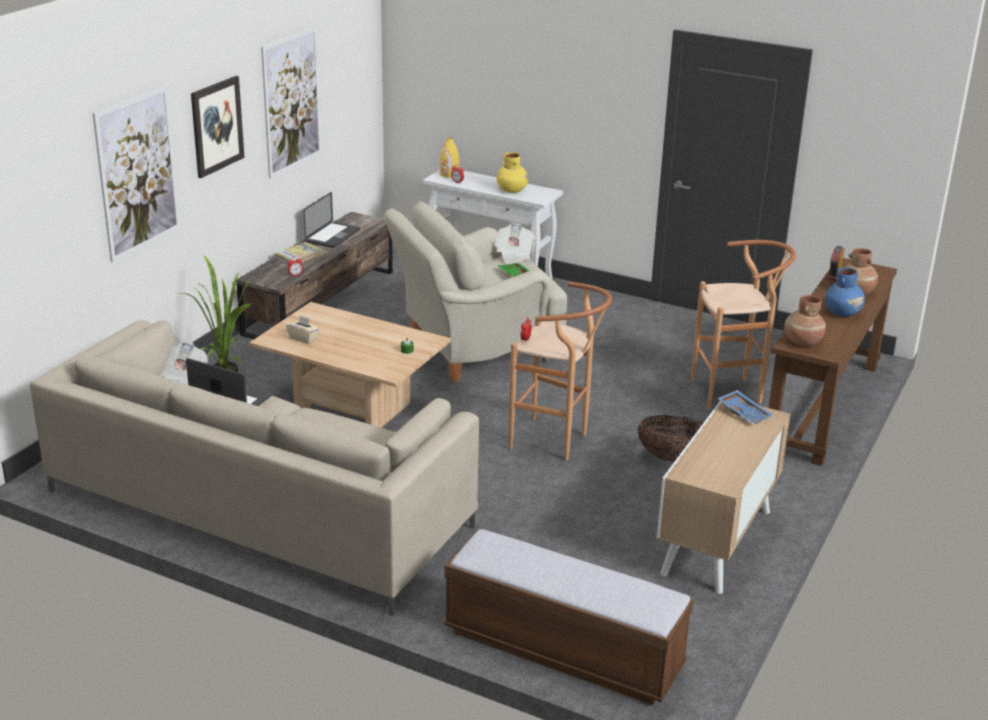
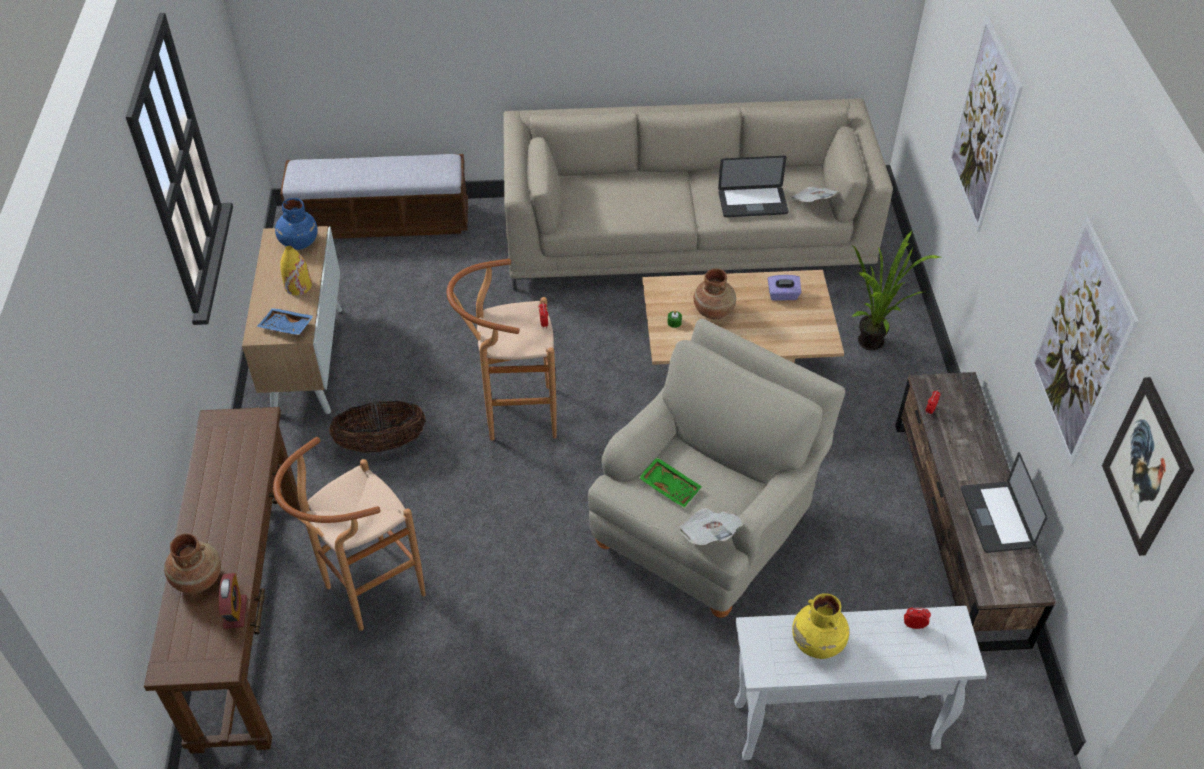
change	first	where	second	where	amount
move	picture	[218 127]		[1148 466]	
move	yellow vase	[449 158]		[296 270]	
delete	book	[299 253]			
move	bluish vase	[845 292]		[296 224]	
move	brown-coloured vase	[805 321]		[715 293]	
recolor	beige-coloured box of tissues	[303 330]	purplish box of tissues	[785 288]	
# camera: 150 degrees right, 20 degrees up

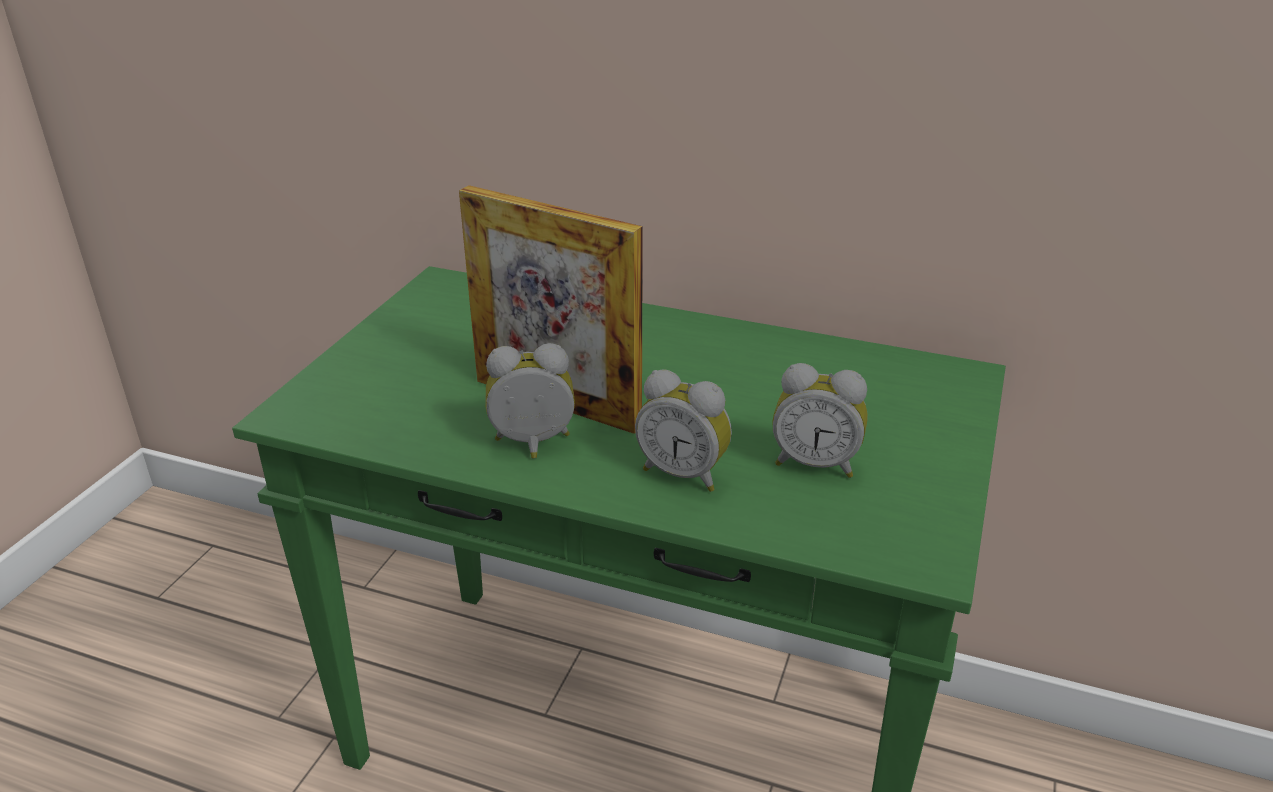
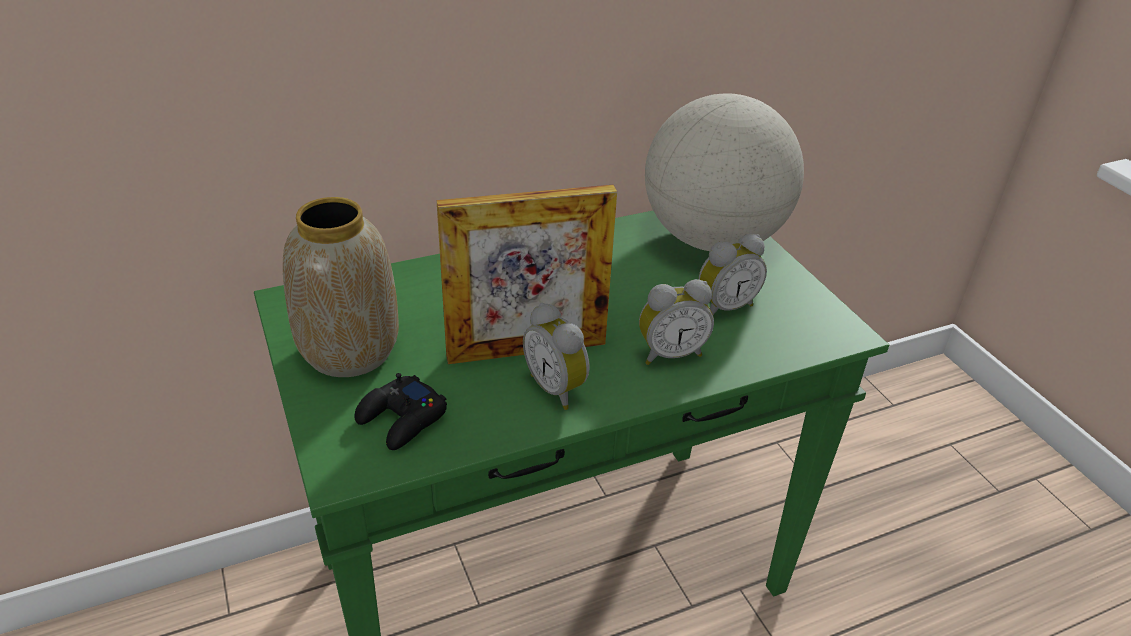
change	first	where	second	where	amount
rotate	table clock	[530 400]		[556 356]	75 degrees counterclockwise
insert			desk globe	[724 172]	
insert			vase	[341 287]	
insert			black-coloured game controller	[400 411]	
# camera: 45 degrees left, 5 degrees up

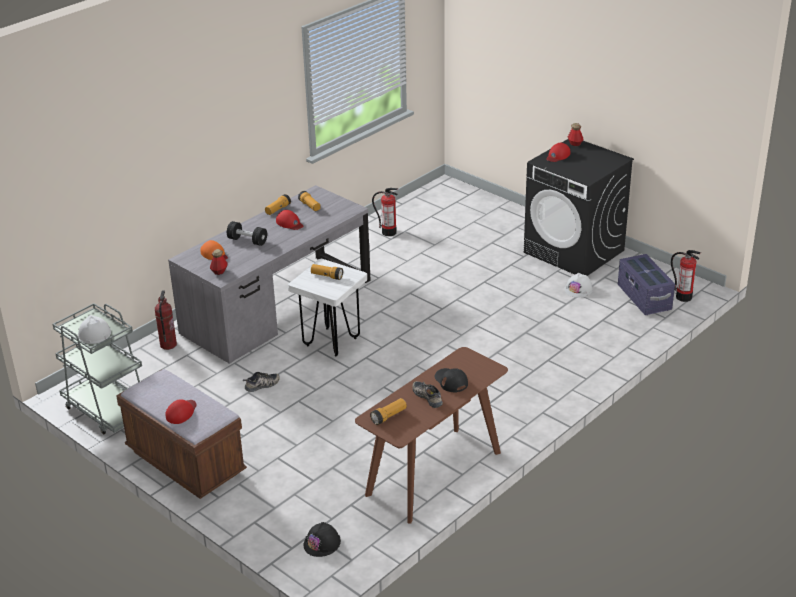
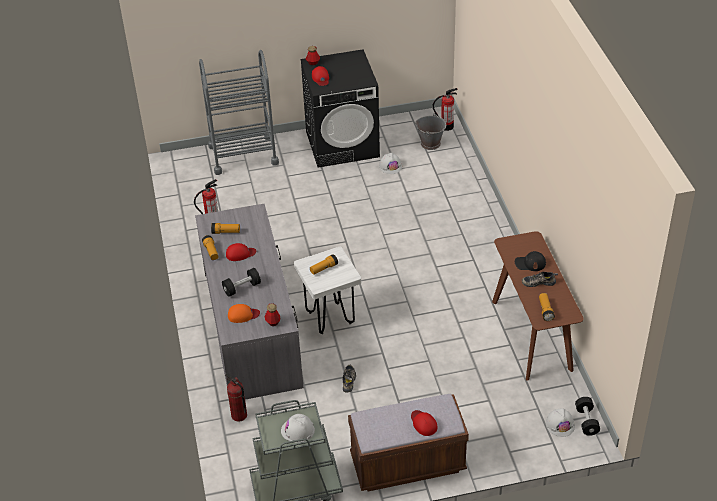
change	first	where	second	where	amount
replace	purplish storage container	[646 284]	gray bucket	[430 131]	
recolor	black-coloured safety helmet	[322 539]	whitish safety helmet	[560 422]	
insert			gray trolley	[239 112]	
insert			black-coloured hand weight	[587 416]	
# camera: 55 degrees left, 10 degrees up

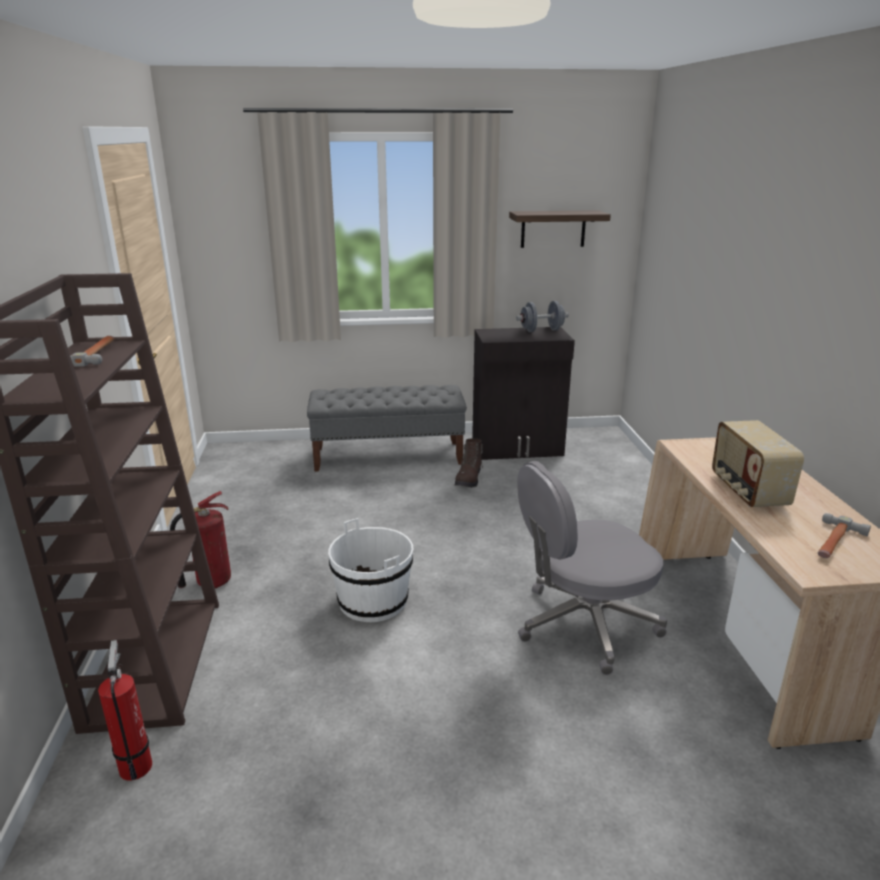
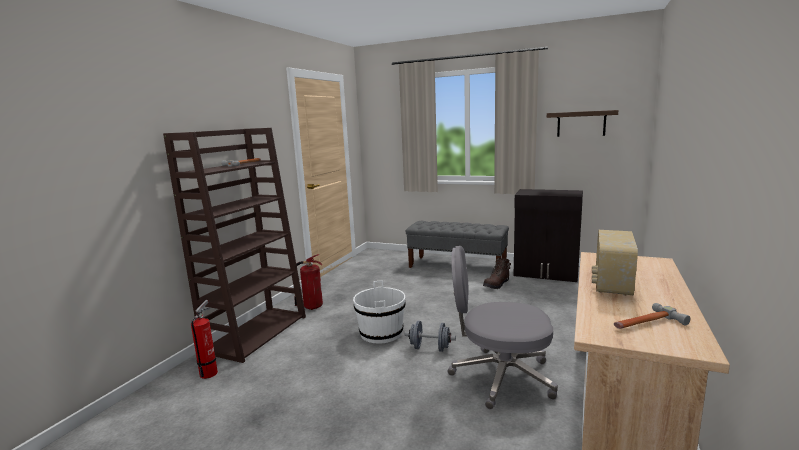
change	first	where	second	where	amount
move	gray hand weight	[542 316]		[430 336]	
# camera: 30 degrees right, 10 degrees down

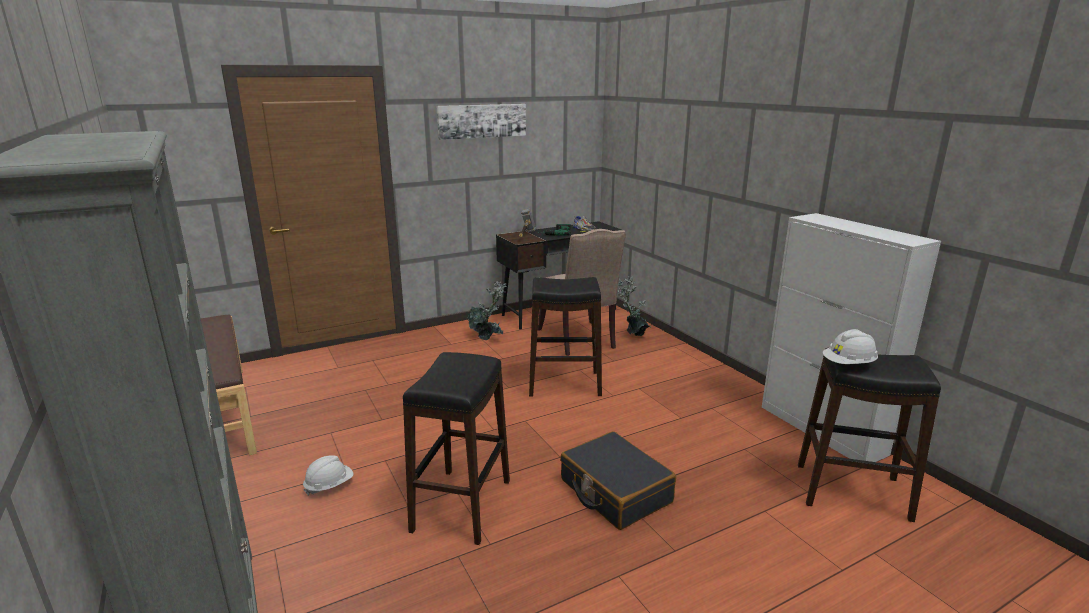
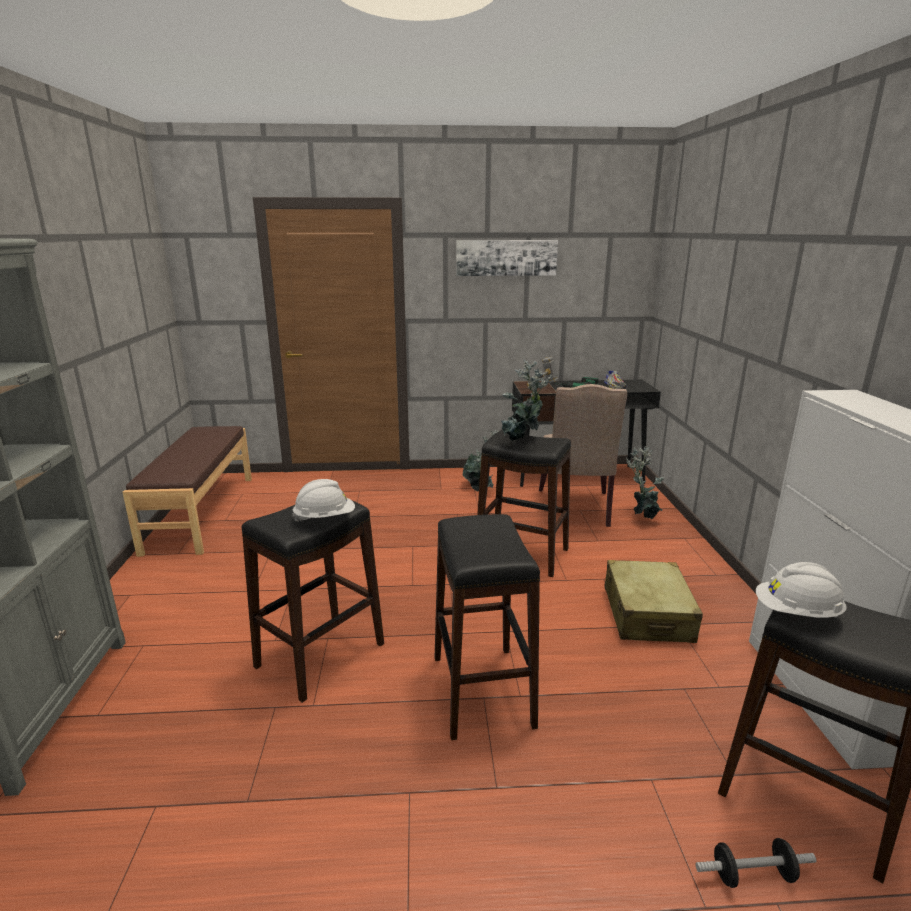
change	first	where	second	where	amount
replace	black-coloured suitcase	[618 480]	black-coloured stool	[487 627]	
move	whitish safety helmet	[328 475]		[324 500]	
insert			houseplant	[526 400]	
insert			beige-coloured suitcase	[653 601]	
insert			hand weight	[755 863]	
# camera: 25 degrees right, 0 degrees up

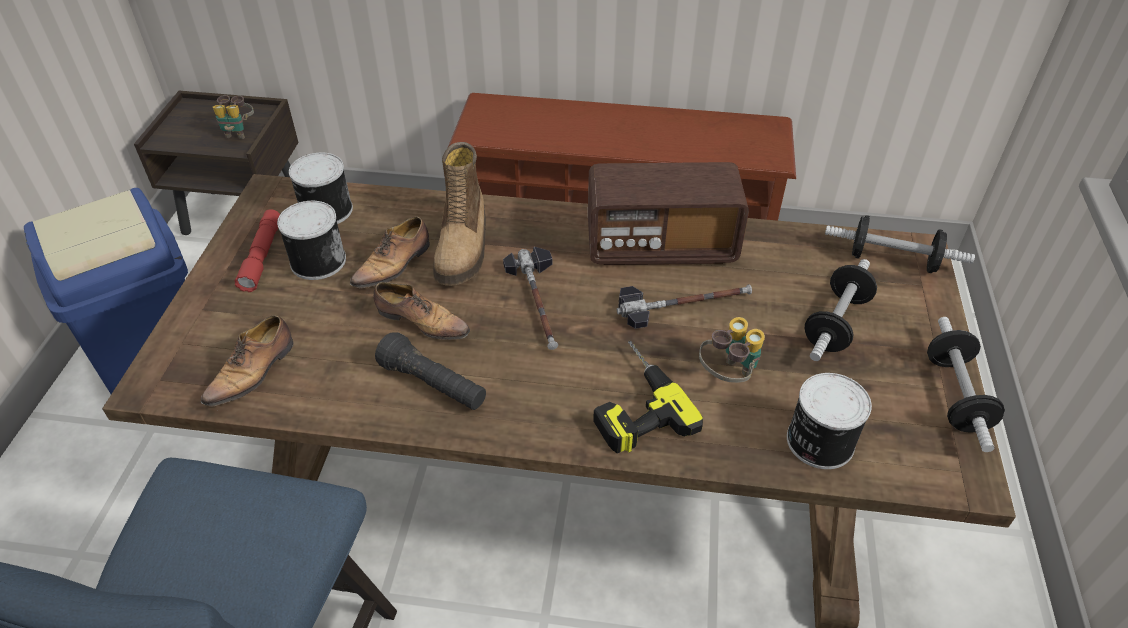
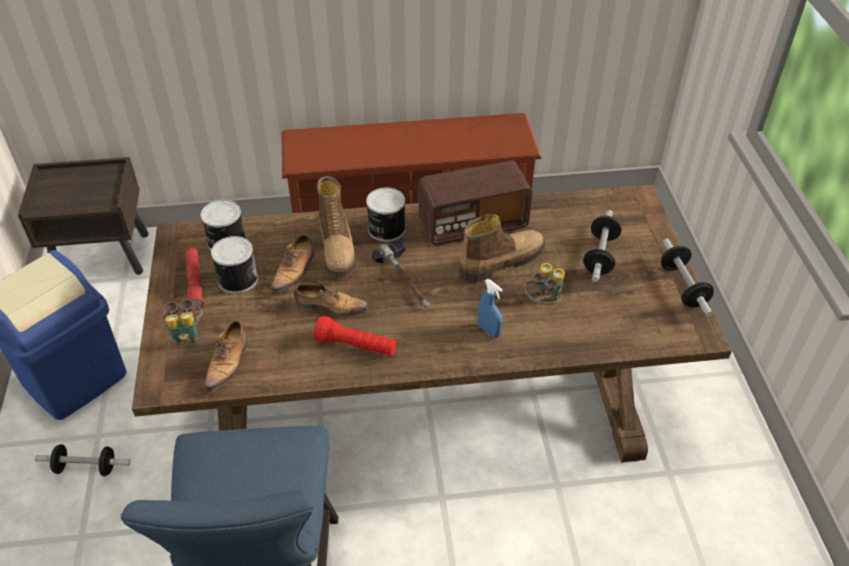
change	first	where	second	where	amount
move	binoculars	[233 117]		[182 322]	
move	hand weight	[900 244]		[82 460]	
replace	hammer	[684 306]	tall boot	[502 248]	
recolor	black-coloured flashlight	[430 371]	reddish flashlight	[355 336]	
replace	drill	[648 397]	bluish hand sprayer	[490 308]	
move	sealed can	[829 421]		[386 215]	
# camera: 15 degrees left, 0 degrees up

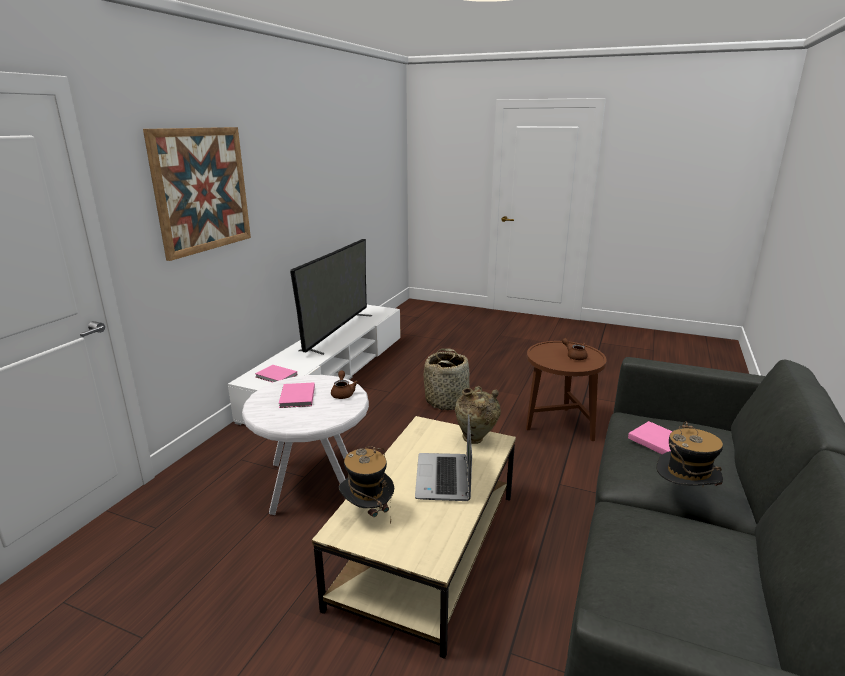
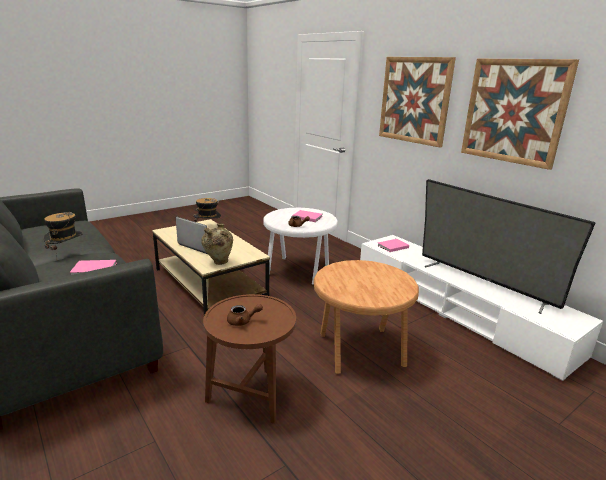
change	first	where	second	where	amount
replace	storage basket	[446 379]	brown-coloured end table	[366 317]	
insert			picture	[520 114]	
# camera: 120 degrees right, 0 degrees up

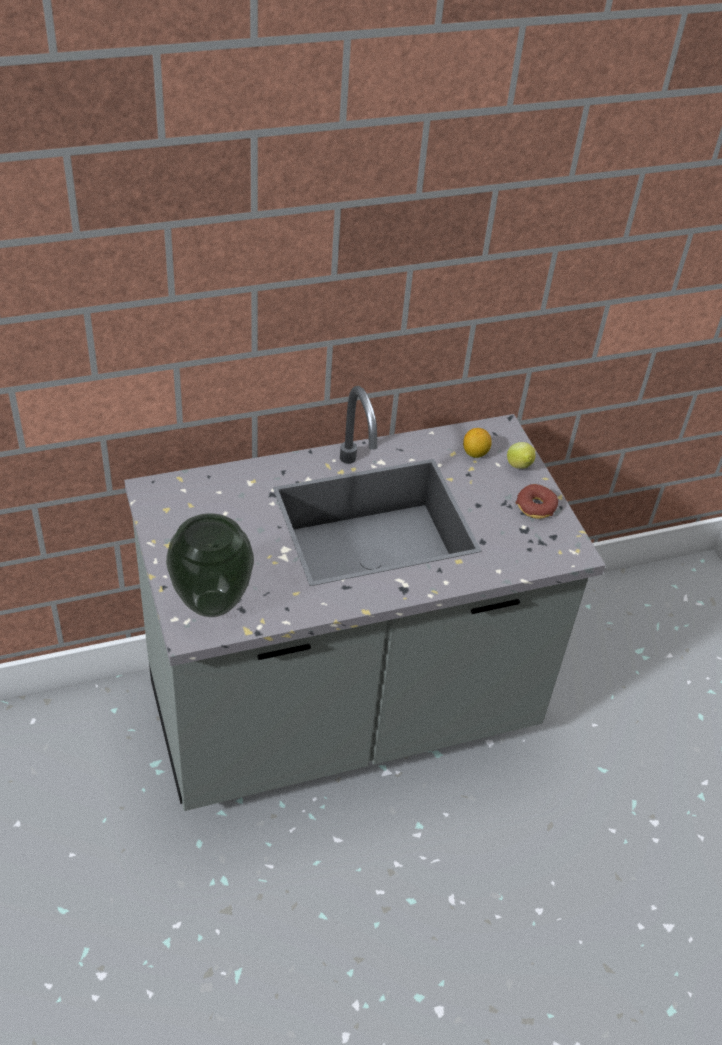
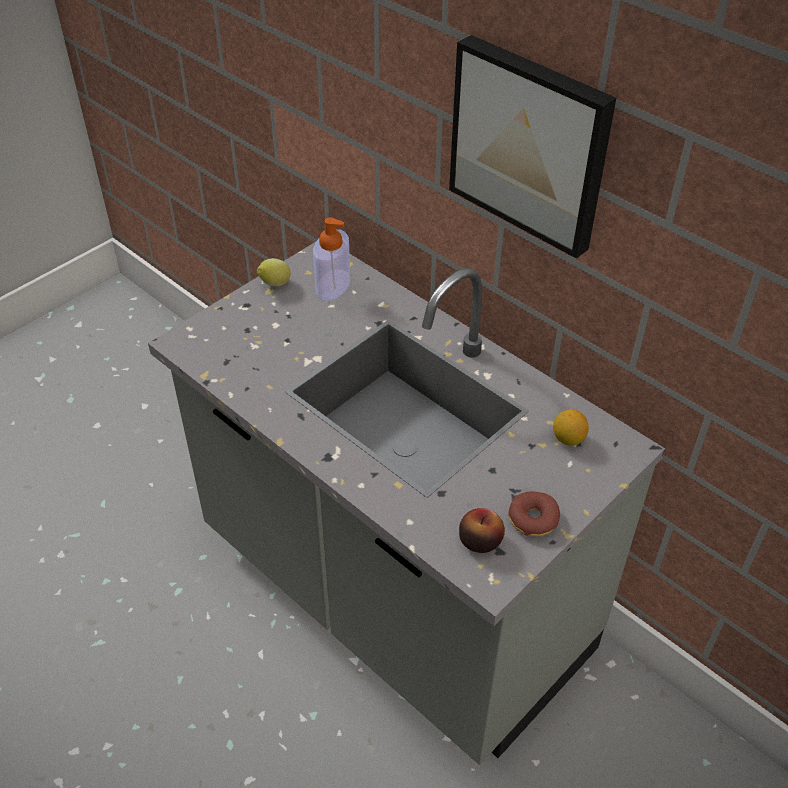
change	first	where	second	where	amount
move	lemon	[521 455]		[274 272]	
delete	vase	[210 565]			
insert			picture	[532 147]	
insert			soap dispenser	[331 258]	
insert			whole apple	[482 530]	
# camera: 65 degrees right, 0 degrees up

